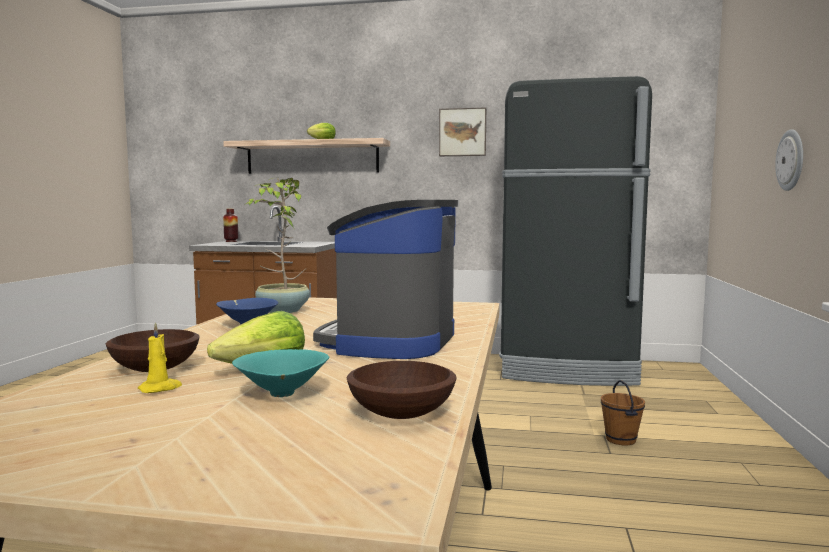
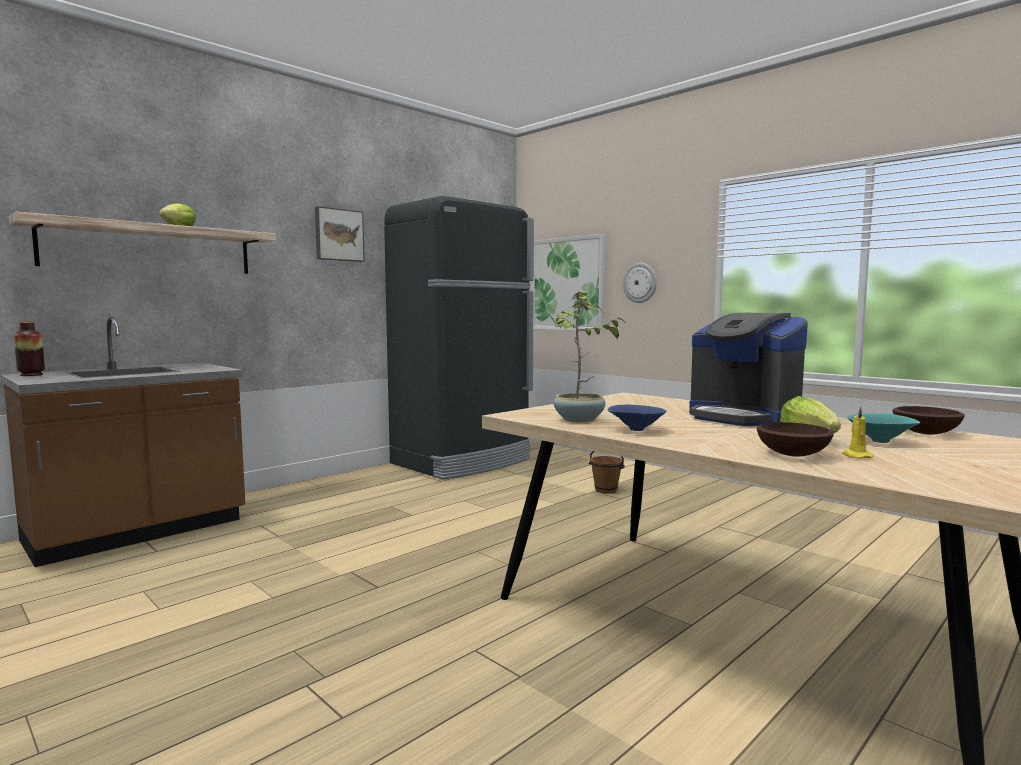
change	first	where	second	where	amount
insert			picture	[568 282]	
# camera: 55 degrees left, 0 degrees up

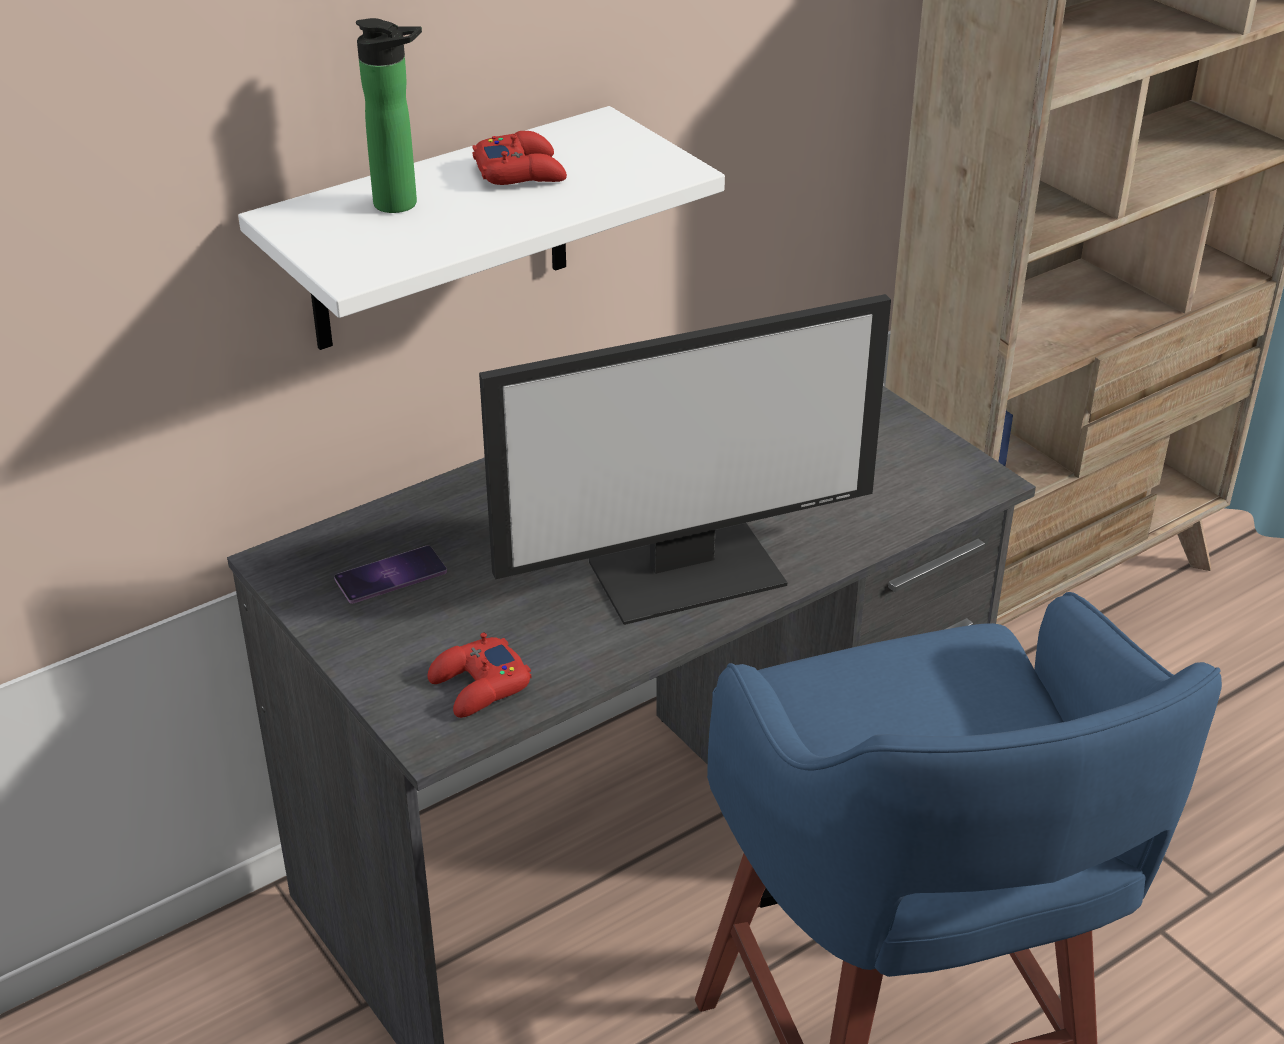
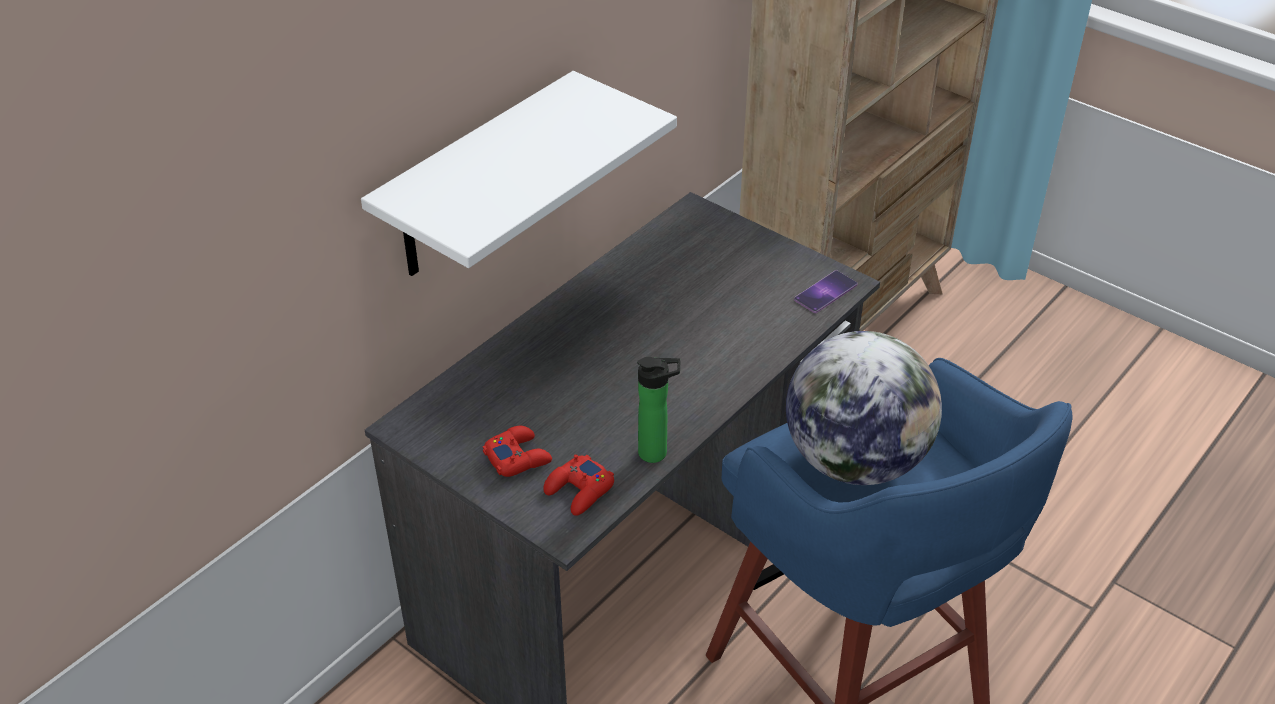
change	first	where	second	where	amount
move	drink bottle	[389 115]		[658 410]	
move	reddish game controller	[519 158]		[517 451]	
delete	computer display	[685 459]			
move	telephone	[390 574]		[825 292]	
insert			desk globe	[864 408]	
# camera: 15 degrees left, 5 degrees up

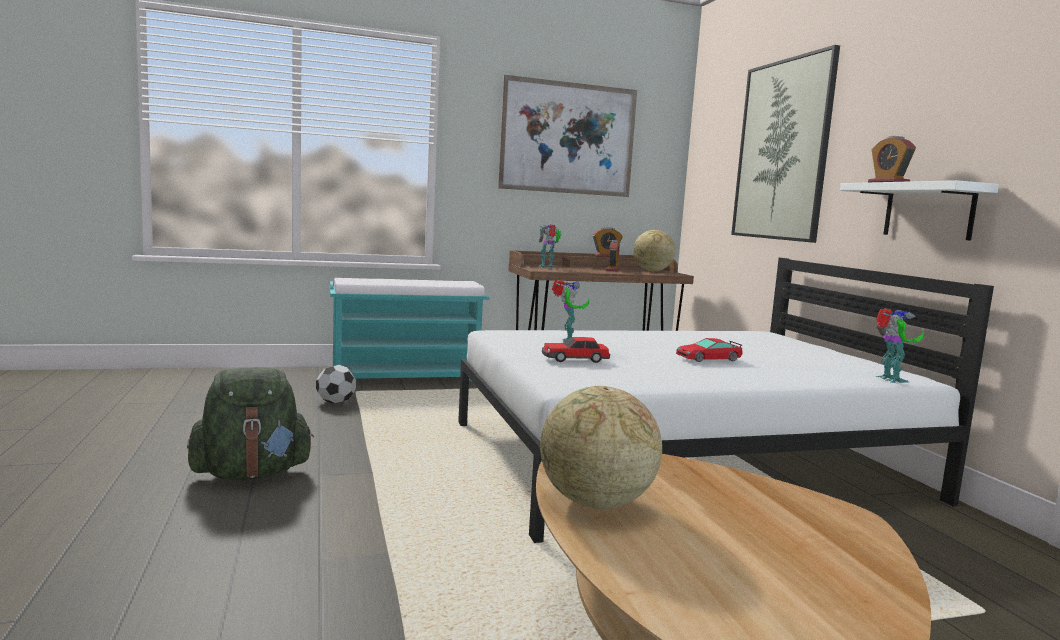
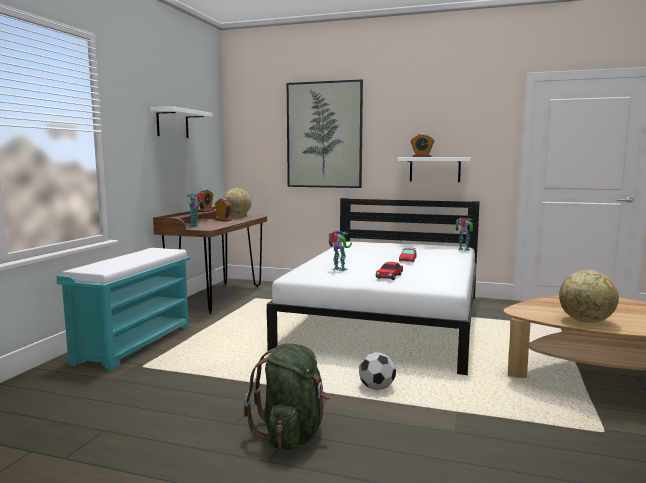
change	first	where	second	where	amount
replace	picture	[567 136]	whitish shelf	[181 122]	
move	football	[336 384]		[377 371]	
# camera: 55 degrees left, 0 degrees up

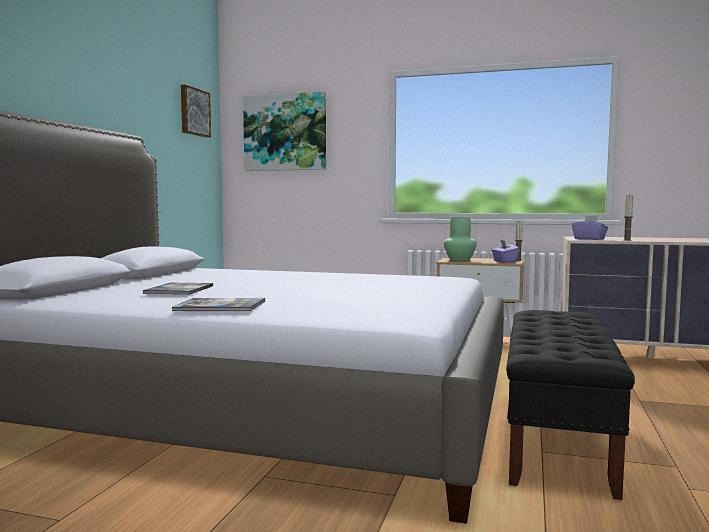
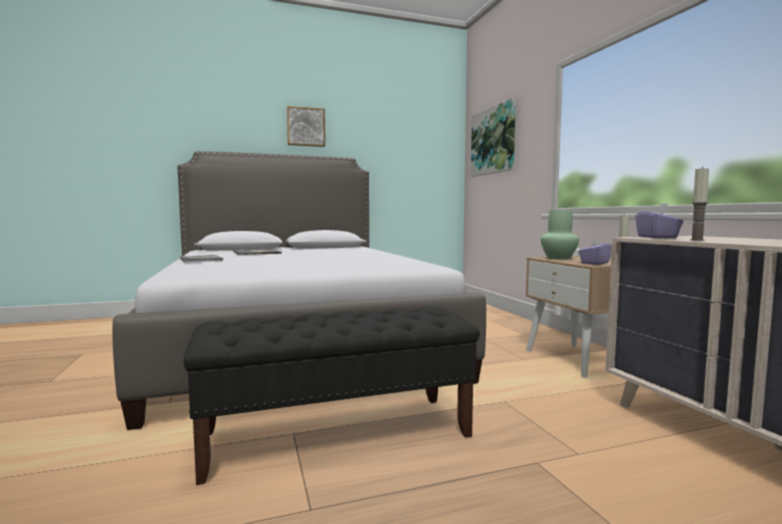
change	first	where	second	where	amount
move	picture	[196 111]		[306 126]	
# camera: 55 degrees right, 0 degrees up

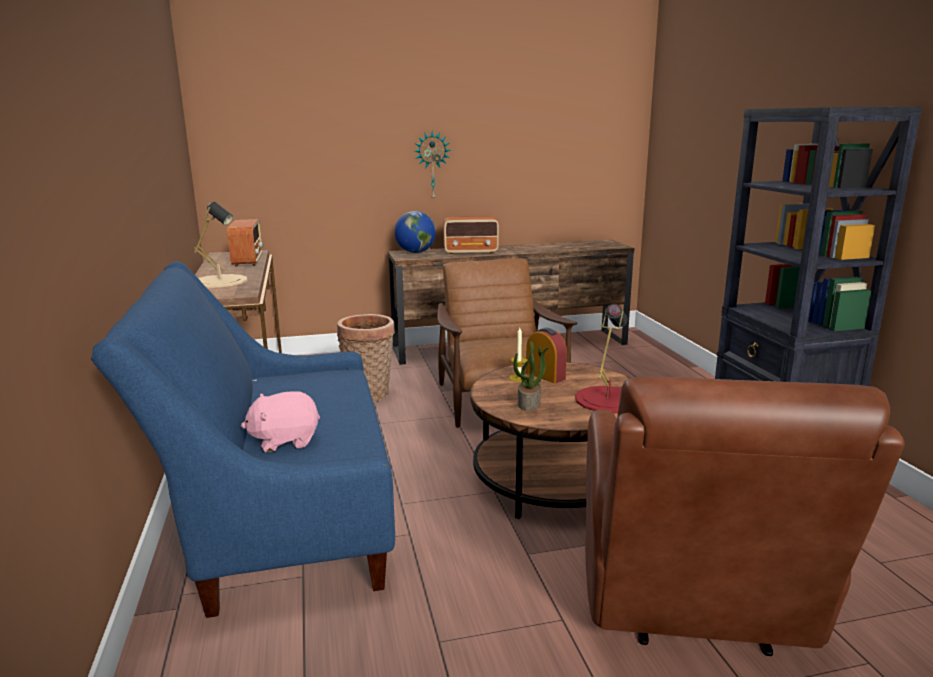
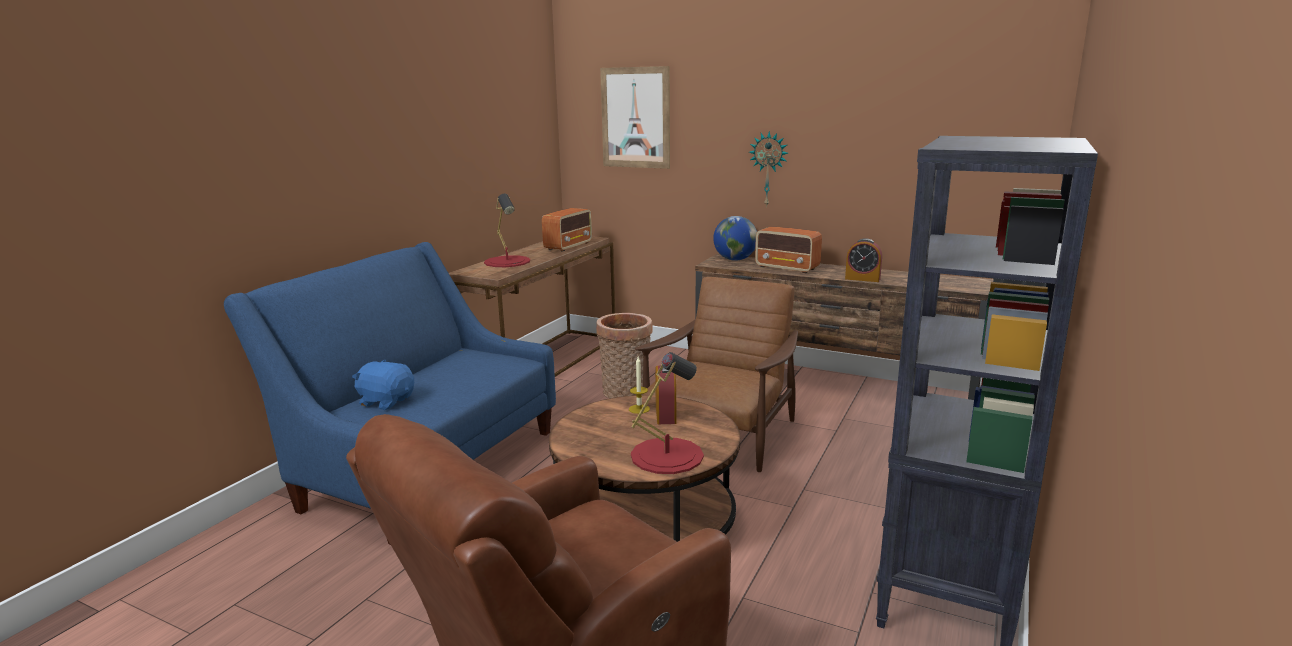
change	first	where	second	where	amount
recolor	beige-coloured lamp for a table	[220 245]	reddish lamp for a table	[507 230]	
delete	houseplant	[531 376]			
recolor	pink-coloured soft toy	[280 421]	bluish soft toy	[383 385]	
insert			picture	[635 117]	
insert			table clock	[863 260]	
# camera: 40 degrees right, 0 degrees up

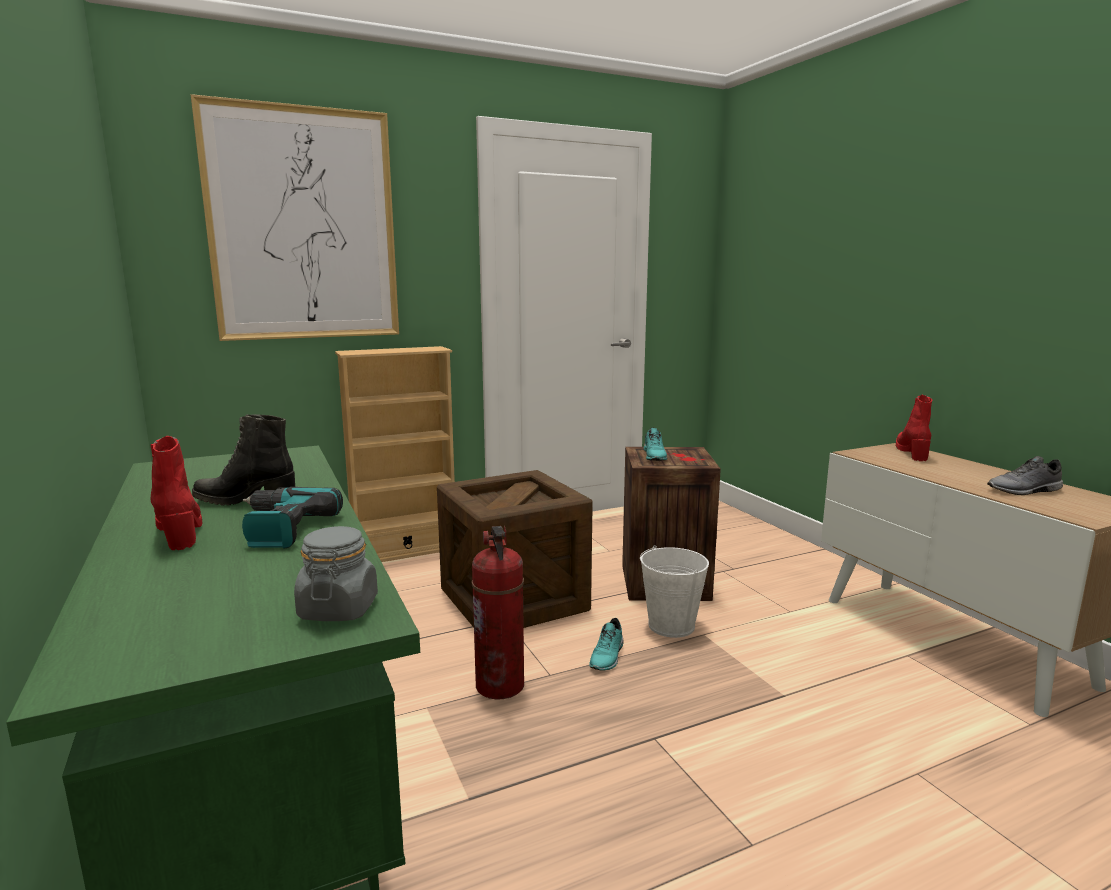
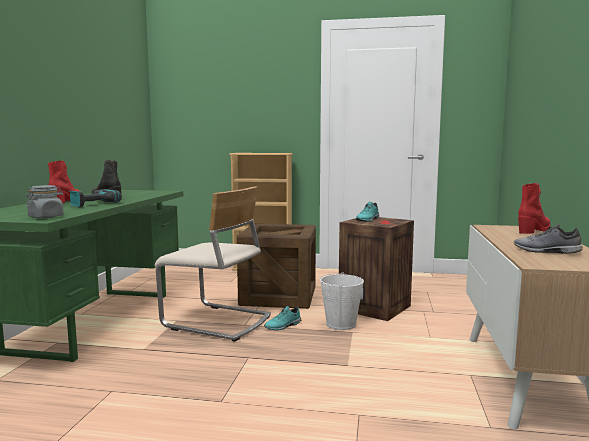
change	first	where	second	where	amount
delete	picture	[295 217]			
replace	fire-fighting cylinder	[498 612]	beige-coloured upright chair	[213 264]	
# camera: 35 degrees right, 5 degrees down

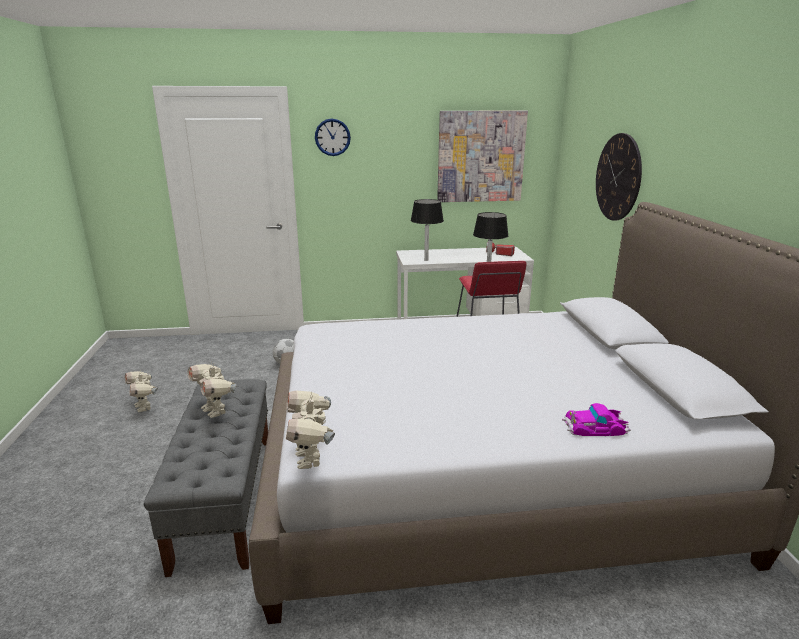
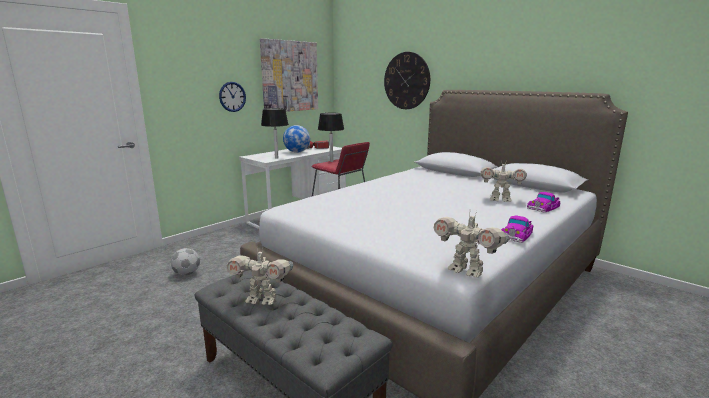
change	first	where	second	where	amount
move	hanging clock	[333 137]		[232 97]	
move	robot figure	[141 391]		[503 183]	
insert			desk globe	[296 139]	
insert			model car	[517 229]	
# camera: 40 degrees left, 5 degrees down

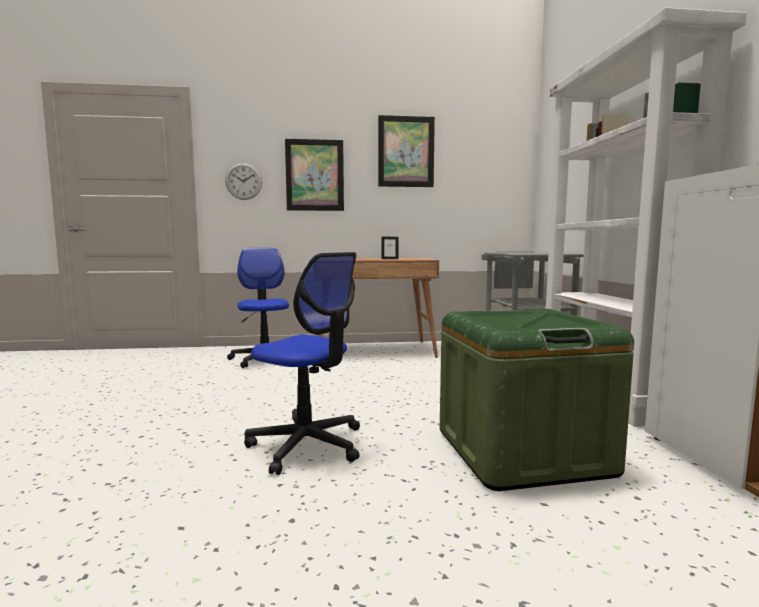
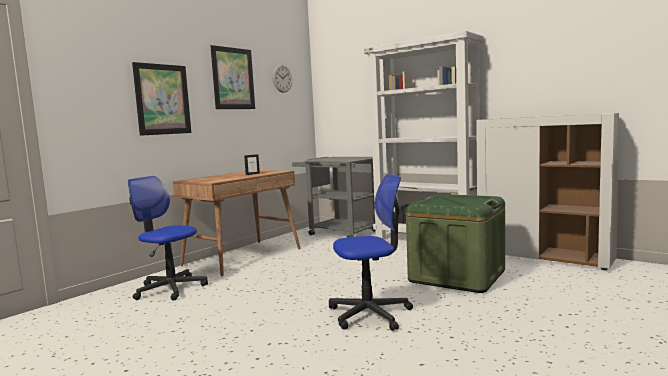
change	first	where	second	where	amount
move	hanging clock	[243 181]		[282 78]	
# camera: 45 degrees left, 0 degrees up

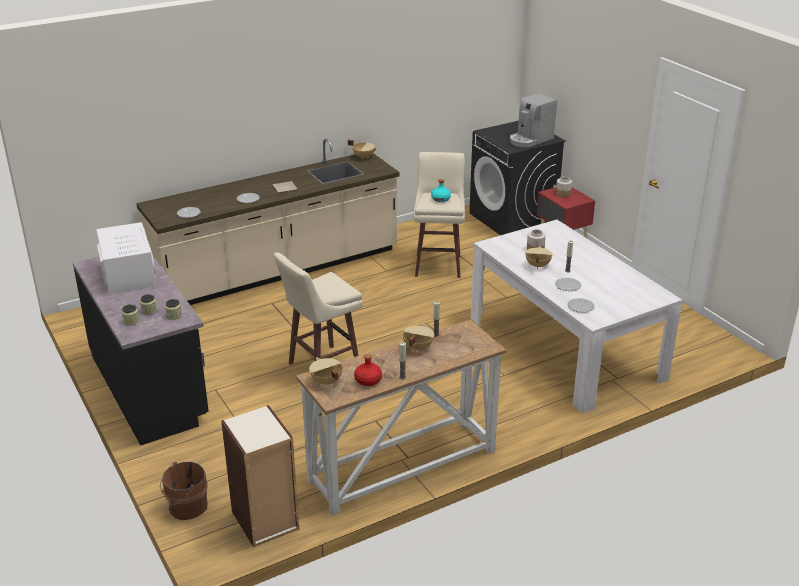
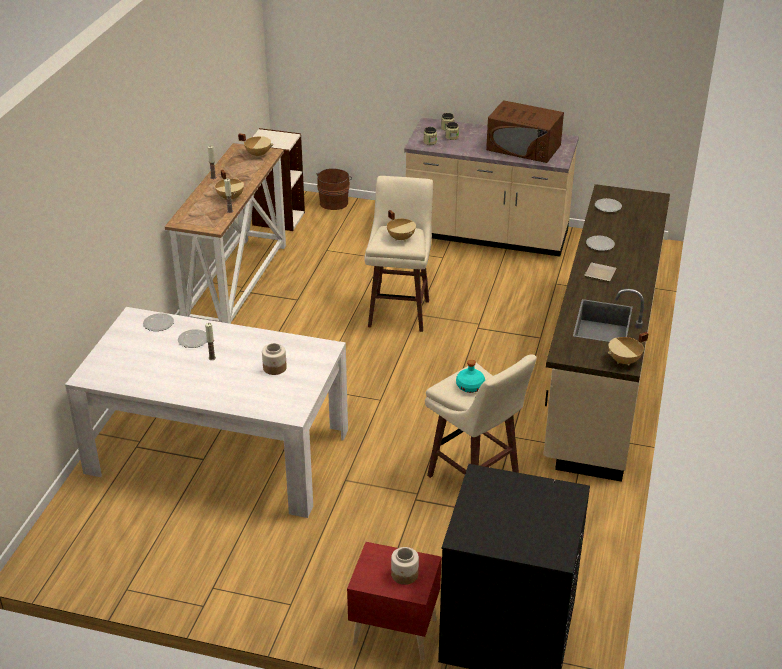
change	first	where	second	where	amount
delete	coffee maker	[533 120]			
recolor	whitish microwave	[126 258]	brown-coloured microwave	[525 131]	
move	beige-coloured stockpot	[539 257]		[401 225]	
recolor	black-coloured kitchen counter	[141 351]	beige-coloured kitchen counter	[491 187]	
delete	reddish drink bottle	[368 370]			
# camera: 135 degrees right, 5 degrees up

